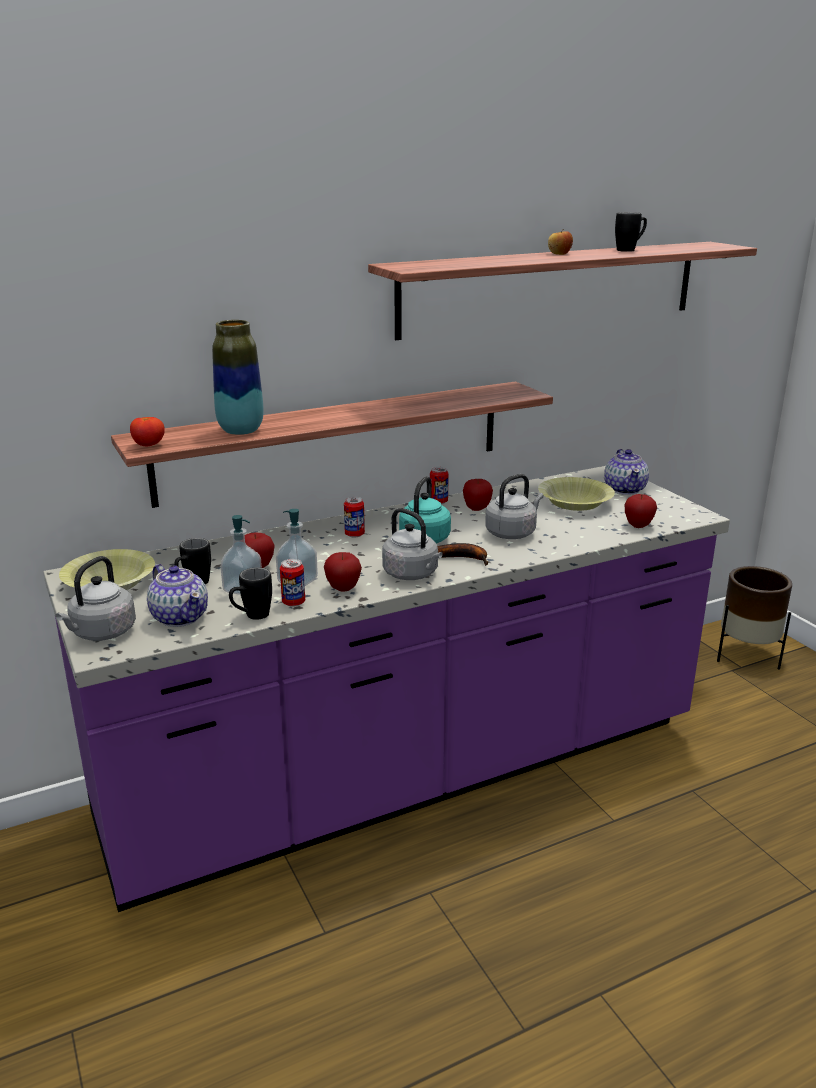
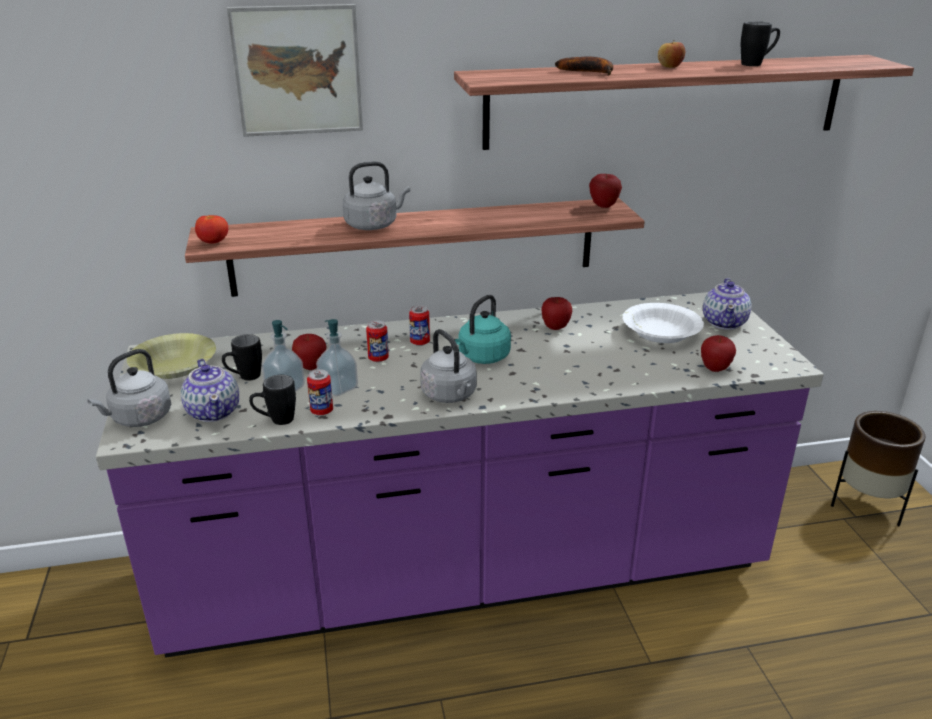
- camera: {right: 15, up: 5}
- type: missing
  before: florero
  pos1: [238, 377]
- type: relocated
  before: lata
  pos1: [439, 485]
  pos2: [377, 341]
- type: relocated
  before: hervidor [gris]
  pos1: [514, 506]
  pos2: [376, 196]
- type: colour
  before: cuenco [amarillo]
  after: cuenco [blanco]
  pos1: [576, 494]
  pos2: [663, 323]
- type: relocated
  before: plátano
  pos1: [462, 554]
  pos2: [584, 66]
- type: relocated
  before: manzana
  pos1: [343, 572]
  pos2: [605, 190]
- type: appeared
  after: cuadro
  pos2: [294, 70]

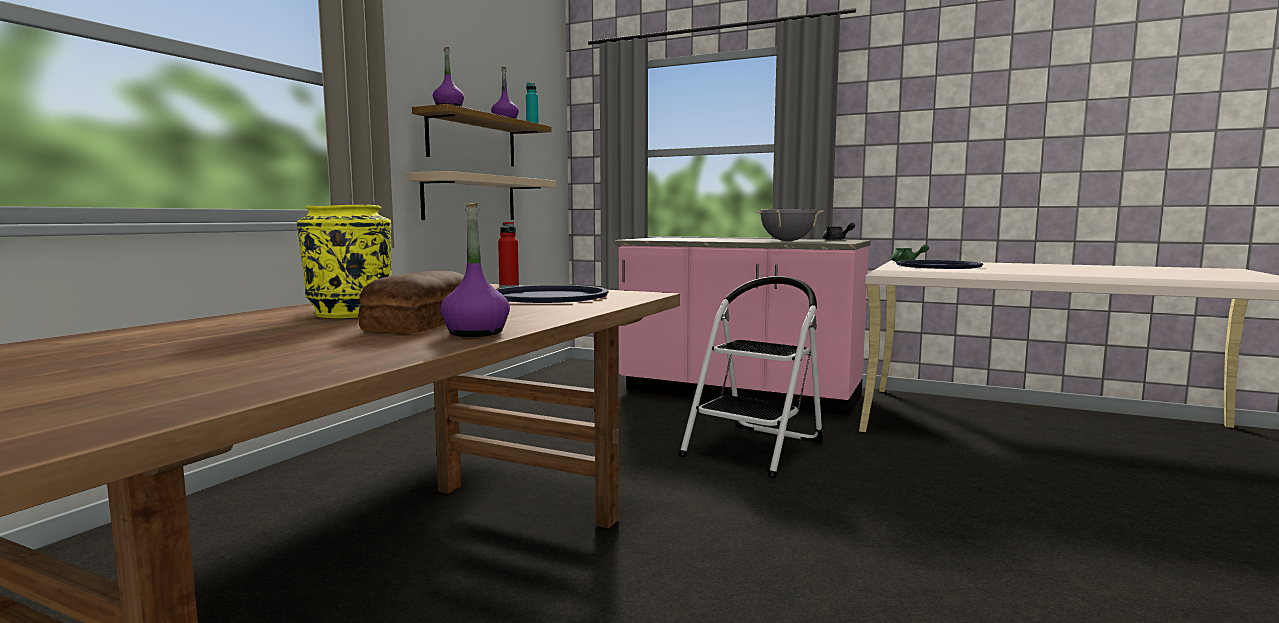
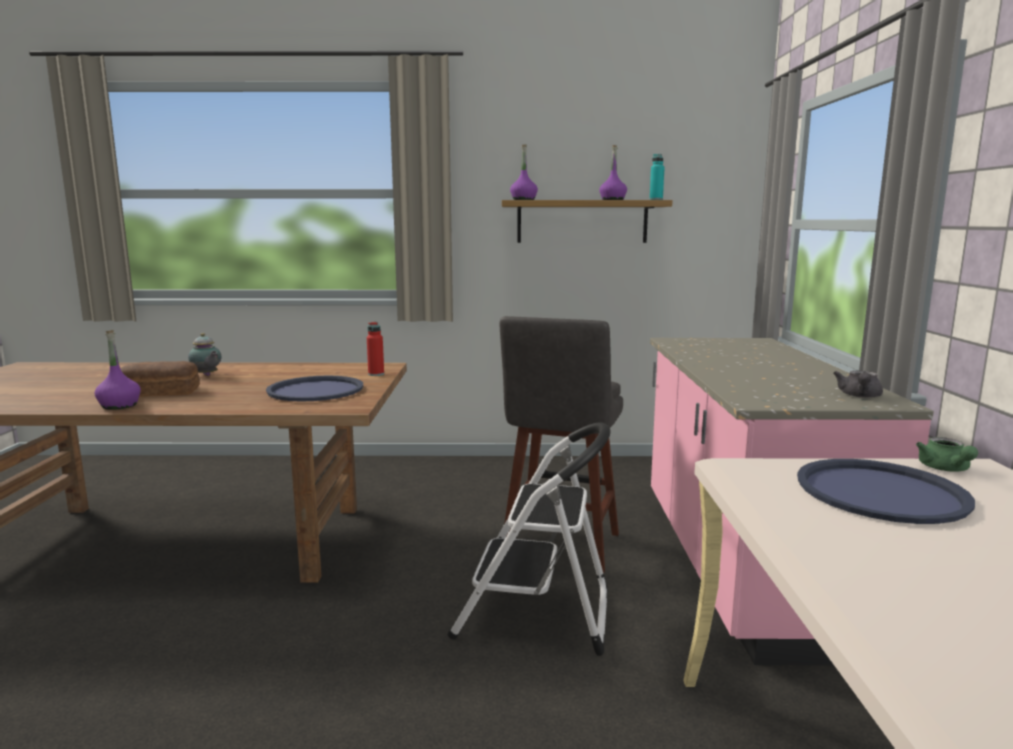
- camera: {right: 65, up: 5}
- type: missing
  before: estante [beis]
  pos1: [481, 195]
- type: exchanged
  before: florero [amarillo]
  after: tetera
  pos1: [344, 261]
  pos2: [205, 354]
- type: missing
  before: olla [gris]
  pos1: [789, 225]
- type: appeared
  after: taburete [gris]
  pos2: [561, 444]

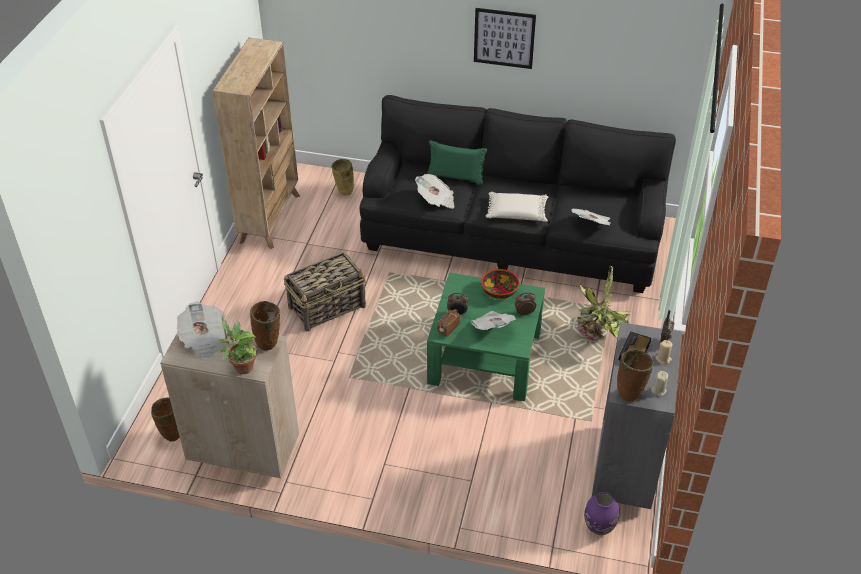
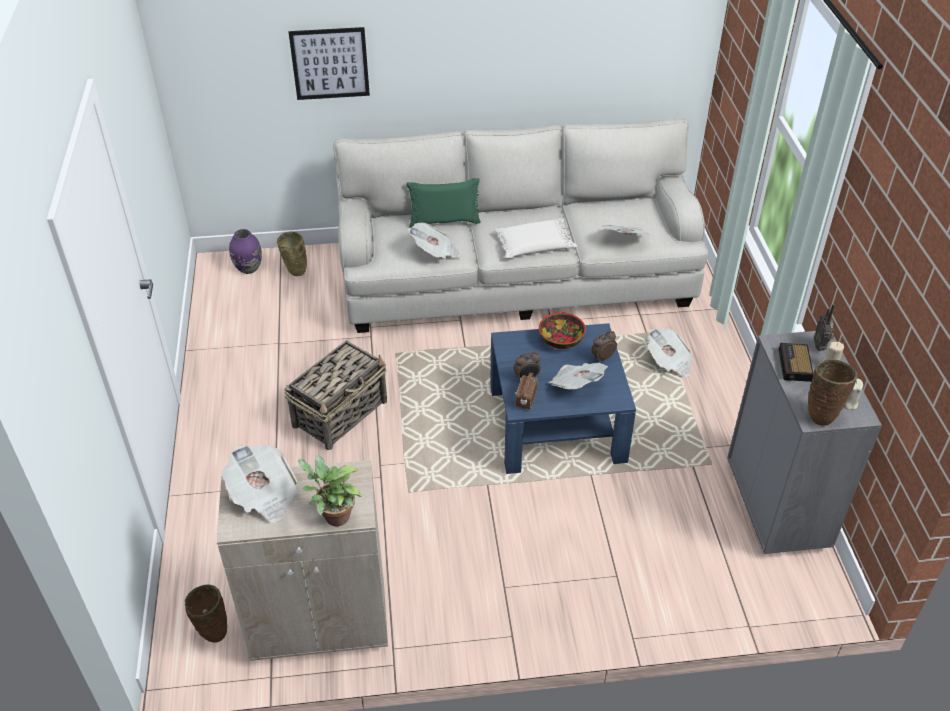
- camera: {right: -20, up: 0}
- type: relocated
  before: cuadro
  pos1: [505, 38]
  pos2: [329, 63]
- type: missing
  before: estantería [beis]
  pos1: [256, 143]
- type: colour
  before: sofá [negro]
  after: sofá [blanco]
  pos1: [518, 194]
  pos2: [520, 225]
- type: exchanged
  before: planta en maceta
  after: periódico
  pos1: [604, 303]
  pos2: [671, 352]
- type: colour
  before: mesa de centro [verde]
  after: mesa de centro [azul]
  pos1: [486, 337]
  pos2: [563, 398]
- type: missing
  before: florero [marrón]
  pos1: [265, 326]
- type: relocated
  before: florero [morado]
  pos1: [602, 513]
  pos2: [245, 251]

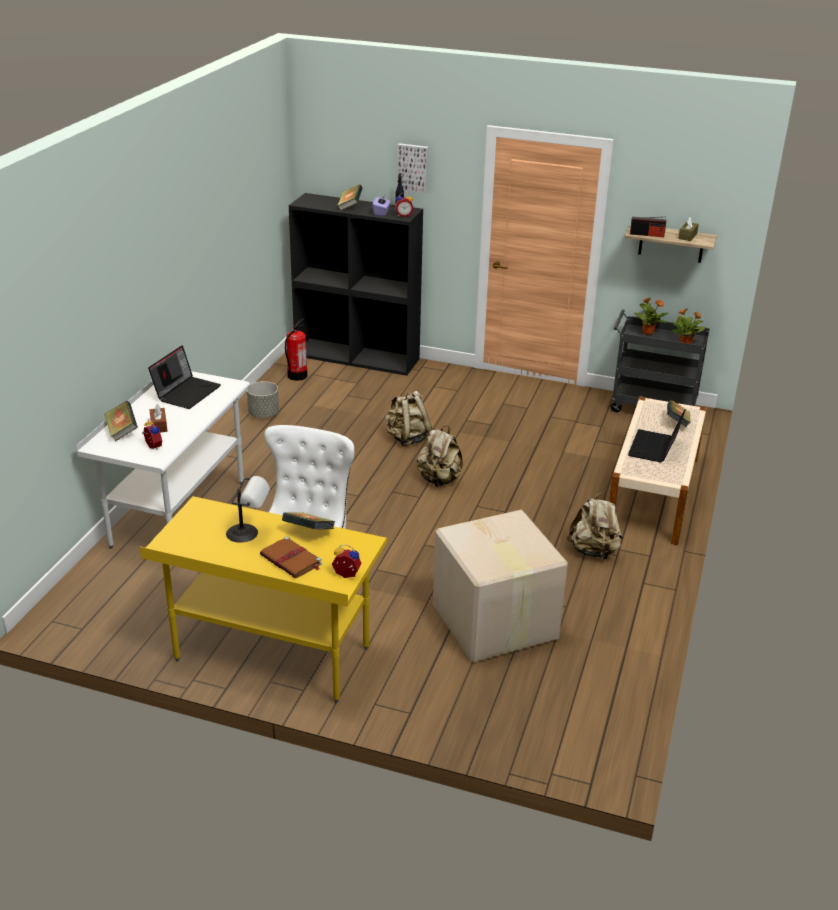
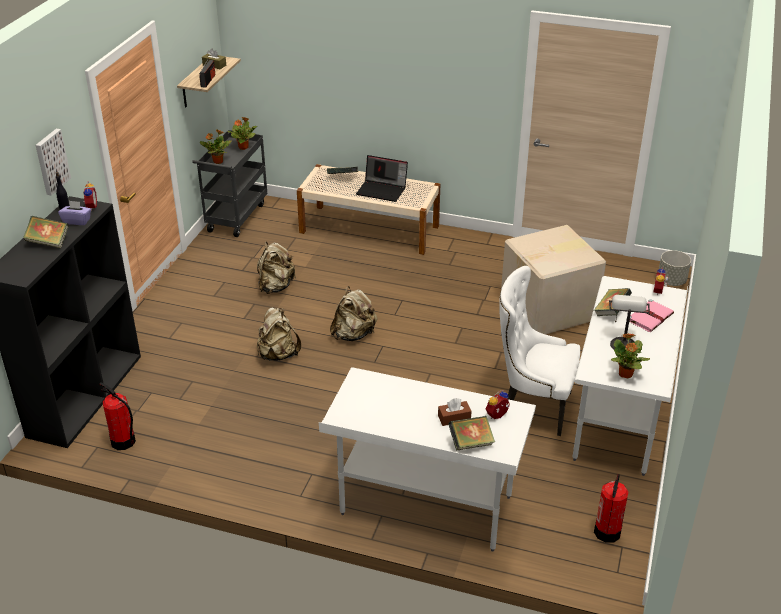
- camera: {right: -90, up: 5}
- type: missing
  before: portátil
  pos1: [184, 377]
- type: relocated
  before: maceta [gris]
  pos1: [263, 399]
  pos2: [674, 268]
- type: relocated
  before: mochila [beis]
  pos1: [595, 526]
  pos2: [276, 267]
- type: colour
  before: escritorio [amarillo]
  after: escritorio [blanco]
  pos1: [263, 599]
  pos2: [630, 376]
- type: colour
  before: libro [marrón]
  after: libro [rosa]
  pos1: [291, 557]
  pos2: [651, 315]
- type: appeared
  after: planta en maceta
  pos2: [630, 355]
- type: appeared
  after: extintor
  pos2: [611, 508]

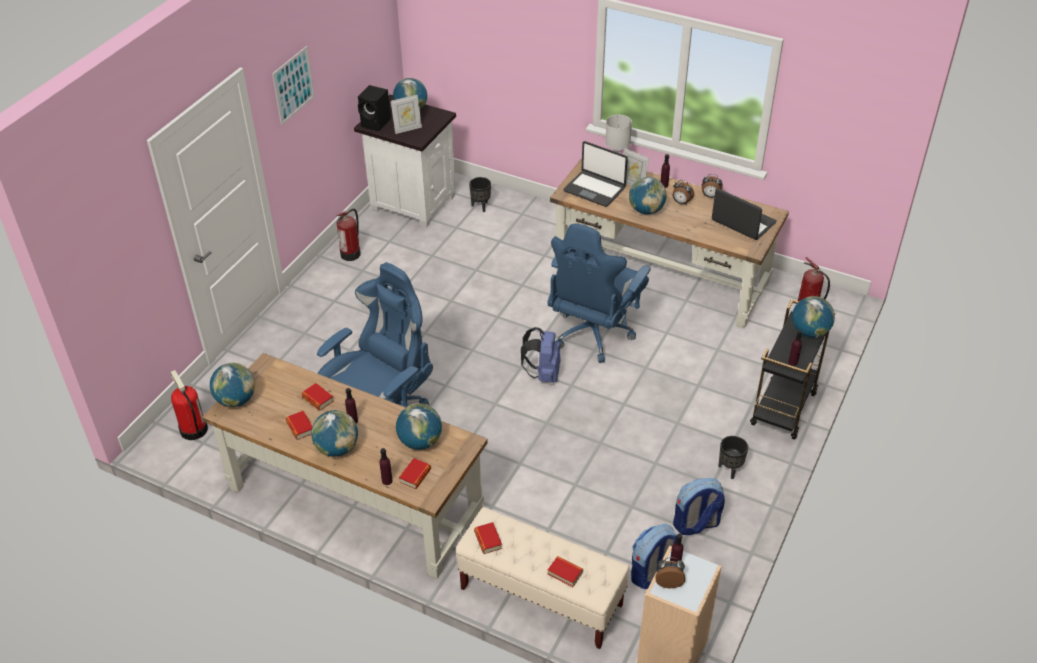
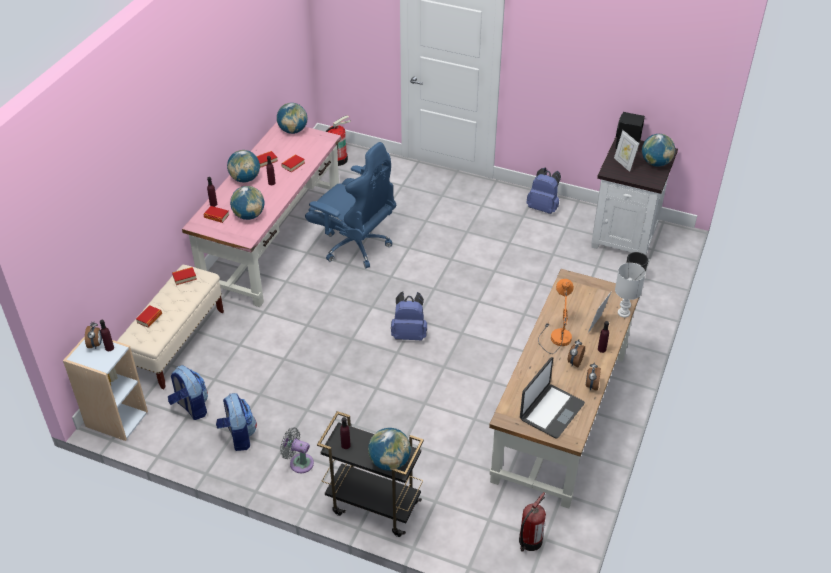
- camera: {right: 85, up: 0}
- type: missing
  before: cuadro
  pos1: [293, 85]
- type: missing
  before: portátil
  pos1: [596, 174]
- type: exchanged
  before: globo terráqueo
  after: lámpara de mesa [naranja]
  pos1: [647, 195]
  pos2: [556, 316]
- type: exchanged
  before: extintor
  after: mochila [azul]
  pos1: [348, 235]
  pos2: [543, 191]
- type: missing
  before: silla de oficina [azul]
  pos1: [599, 293]
- type: colour
  before: escritorio [marrón]
  after: escritorio [rosa]
  pos1: [345, 466]
  pos2: [261, 214]
- type: exchanged
  before: maceta [negro]
  after: ventilador [gris]
  pos1: [733, 457]
  pos2: [297, 450]

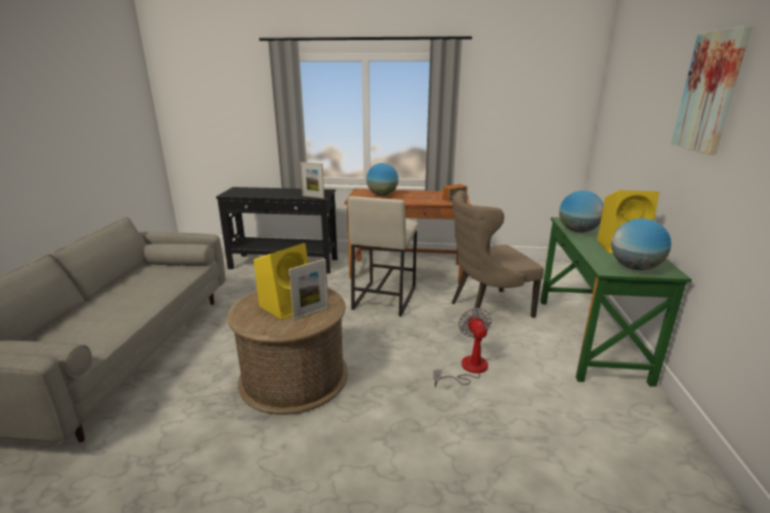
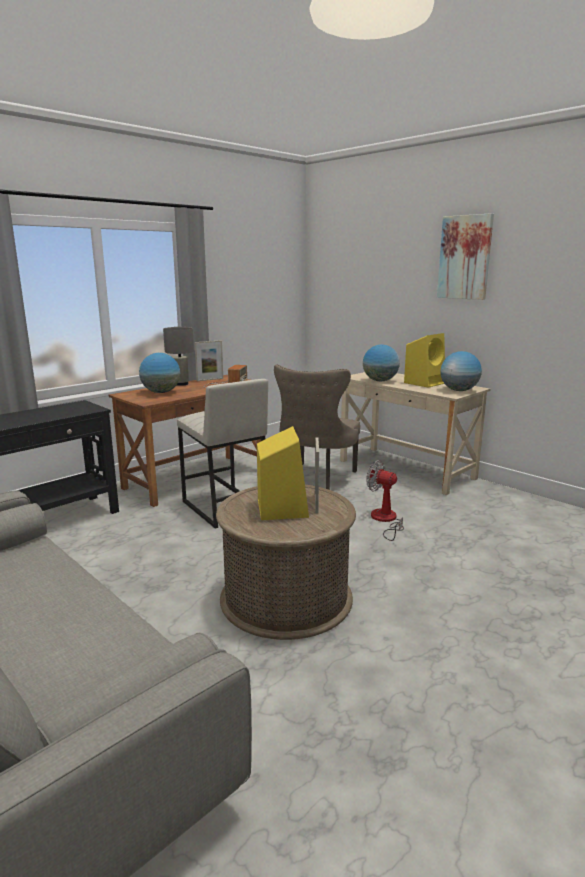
- camera: {right: -50, up: -5}
- type: relocated
  before: portarretratos
  pos1: [312, 180]
  pos2: [208, 360]
- type: colour
  before: escritorio [verde]
  after: escritorio [beis]
  pos1: [616, 302]
  pos2: [415, 433]
- type: appeared
  after: lámpara de mesa [gris]
  pos2: [178, 356]

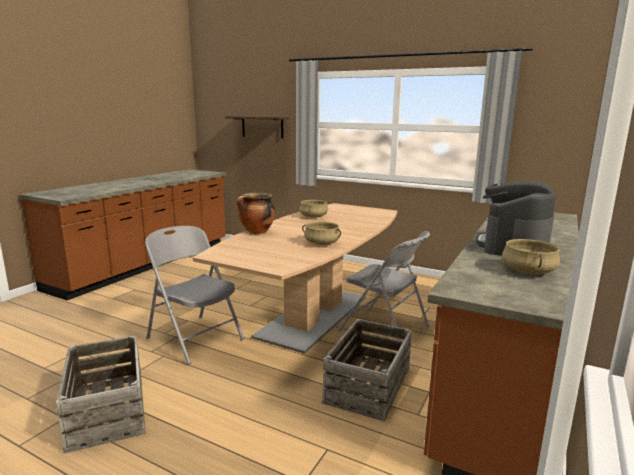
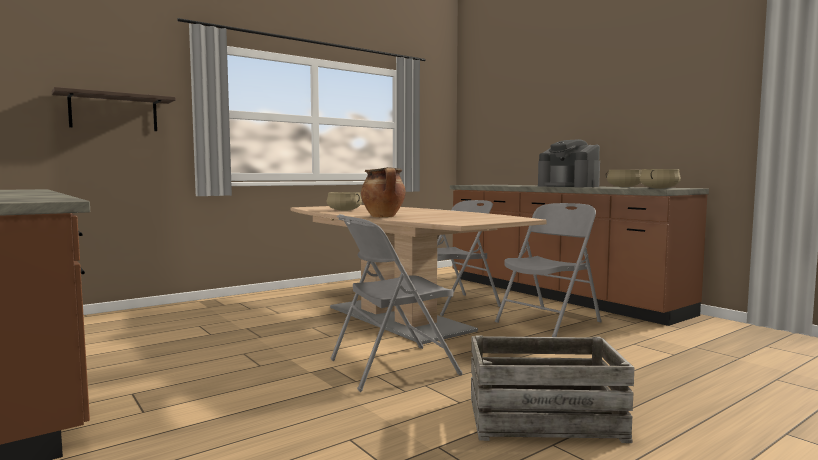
- camera: {right: -65, up: -10}
- type: relocated
  before: olla [beis]
  pos1: [321, 233]
  pos2: [660, 179]
- type: exchanged
  before: caja de embalaje
  after: silla [gris]
  pos1: [367, 370]
  pos2: [548, 270]

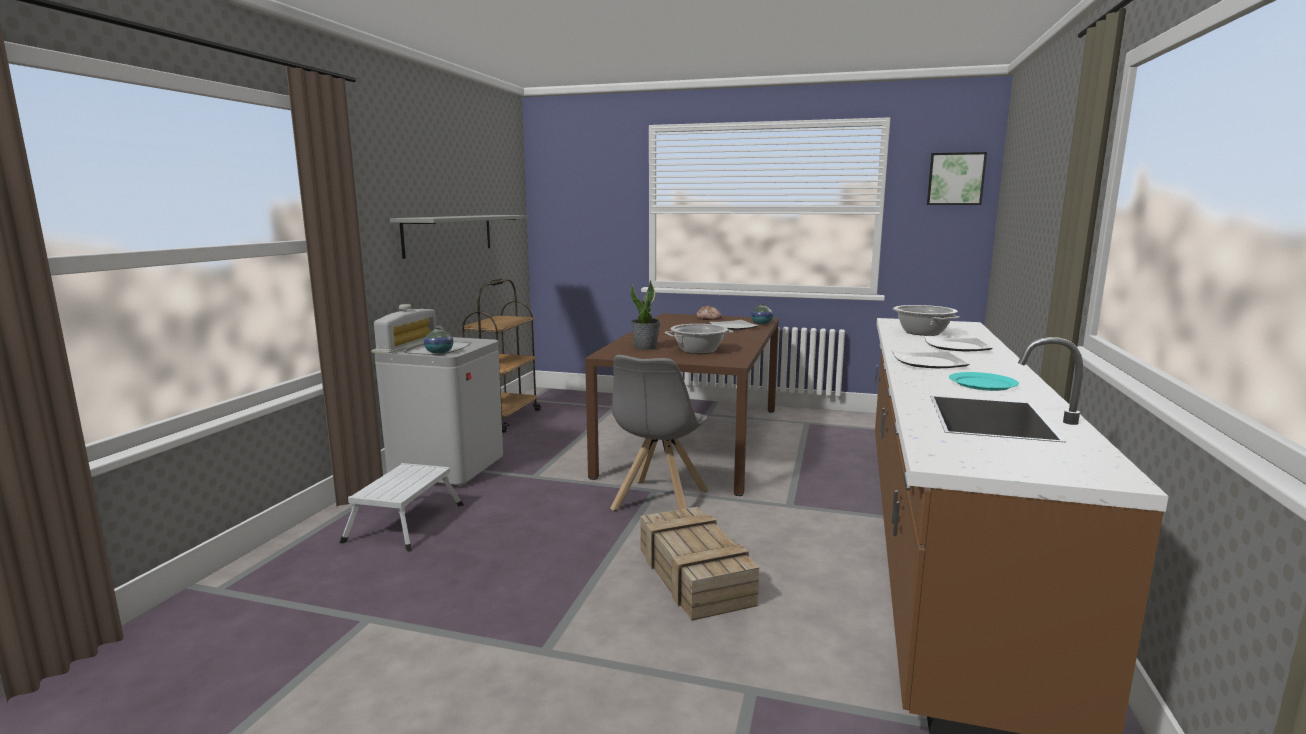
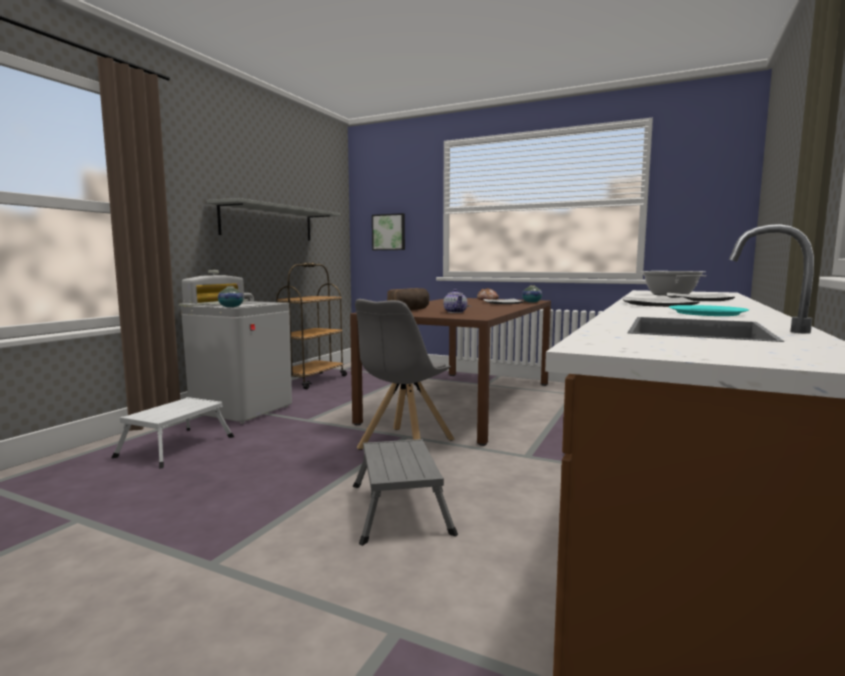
- camera: {right: 10, up: -5}
- type: relocated
  before: cuadro
  pos1: [957, 178]
  pos2: [388, 231]
- type: exchanged
  before: planta en maceta
  after: pan
  pos1: [646, 315]
  pos2: [408, 299]
- type: exchanged
  before: olla
  after: tetera
  pos1: [699, 339]
  pos2: [455, 301]
- type: exchanged
  before: caja de embalaje
  after: escalera de tijera [gris]
  pos1: [699, 564]
  pos2: [405, 492]

